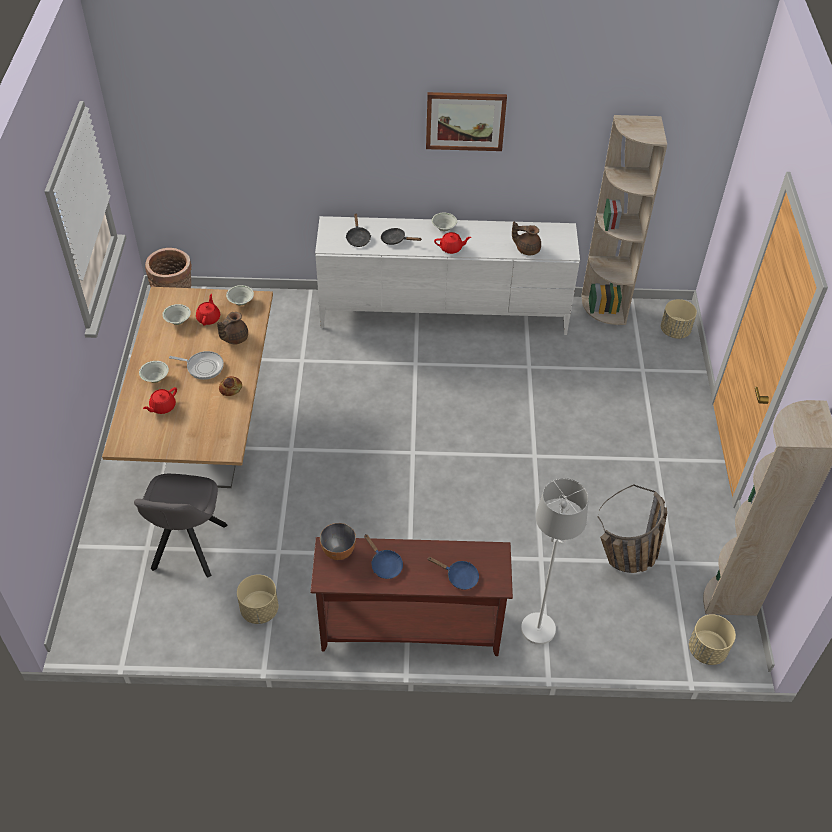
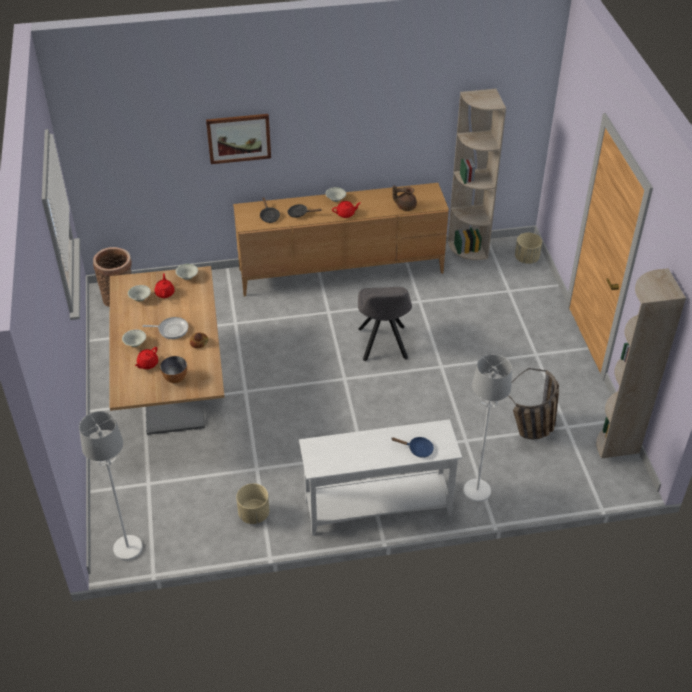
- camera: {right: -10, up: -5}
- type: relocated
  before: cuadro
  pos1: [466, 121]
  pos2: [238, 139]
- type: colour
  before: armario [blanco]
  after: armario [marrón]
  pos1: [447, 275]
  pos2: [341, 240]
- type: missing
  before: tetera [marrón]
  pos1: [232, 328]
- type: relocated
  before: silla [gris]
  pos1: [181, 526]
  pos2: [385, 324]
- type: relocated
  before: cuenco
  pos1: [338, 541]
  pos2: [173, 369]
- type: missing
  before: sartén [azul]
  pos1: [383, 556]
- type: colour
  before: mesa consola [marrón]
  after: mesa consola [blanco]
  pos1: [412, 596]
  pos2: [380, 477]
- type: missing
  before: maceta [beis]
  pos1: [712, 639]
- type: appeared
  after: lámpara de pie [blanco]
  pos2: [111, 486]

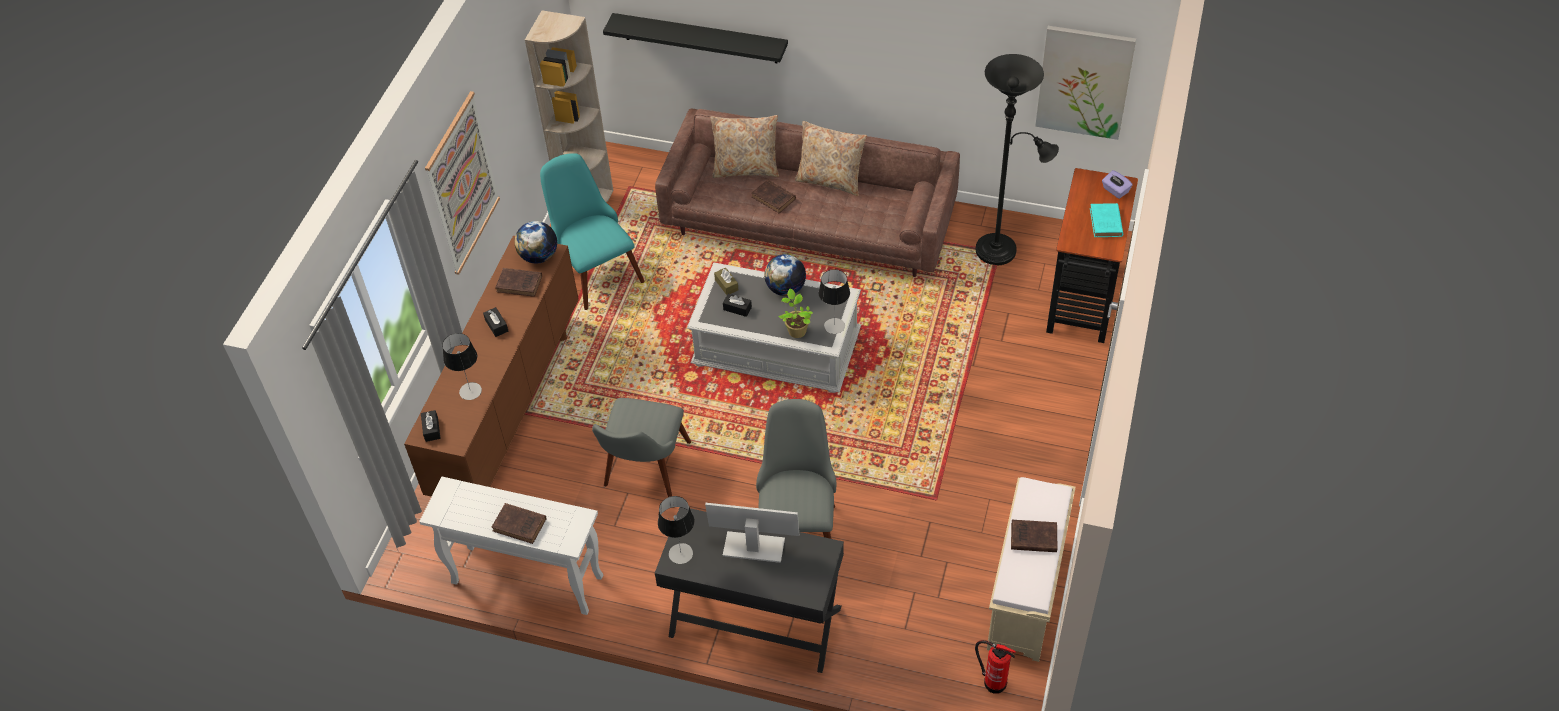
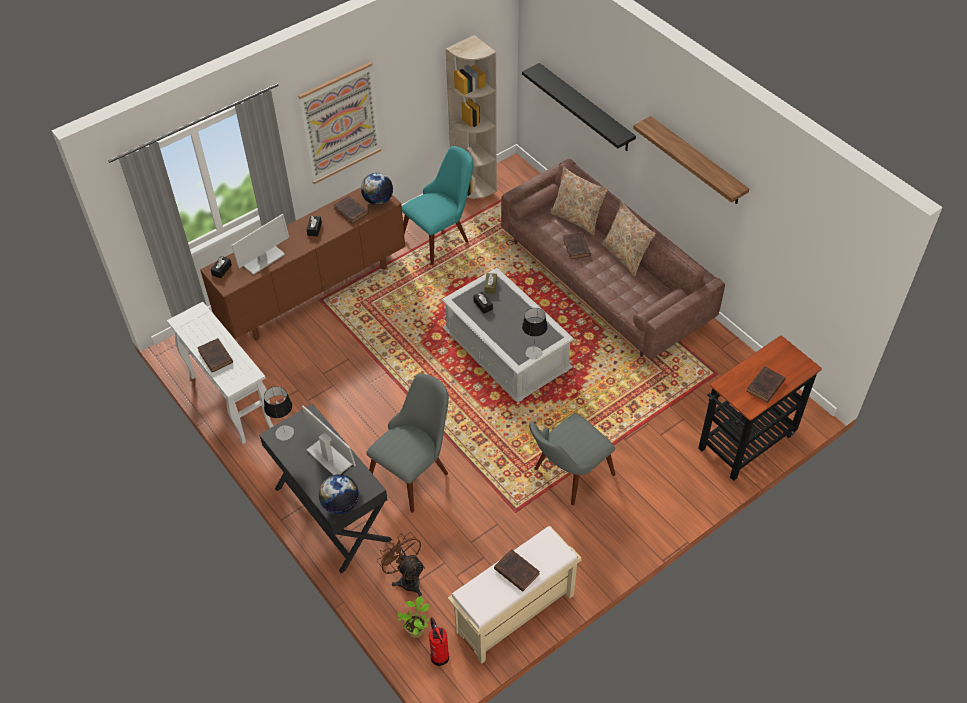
- camera: {right: 35, up: 0}
- type: missing
  before: cuadro
  pos1: [1085, 83]
- type: missing
  before: lámpara de pie [negro]
  pos1: [1017, 159]
- type: spun
  before: silla [turquesa]
  pos1: [592, 231]
  pos2: [437, 205]
  turn: 45
- type: missing
  before: caja de pañuelos [morado]
  pos1: [1117, 184]
- type: colour
  before: libro [turquesa]
  after: libro [marrón]
  pos1: [1106, 220]
  pos2: [766, 384]
- type: relocated
  before: globo terráqueo
  pos1: [785, 275]
  pos2: [339, 494]
- type: relocated
  before: planta en maceta
  pos1: [795, 313]
  pos2: [413, 617]
- type: exchanged
  before: lámpara de mesa
  after: monitor
  pos1: [462, 366]
  pos2: [260, 244]
- type: relocated
  before: silla [gris]
  pos1: [641, 447]
  pos2: [572, 459]
- type: appeared
  after: estante
  pos2: [691, 160]
- type: appeared
  after: ventilador [marrón]
  pos2: [401, 564]

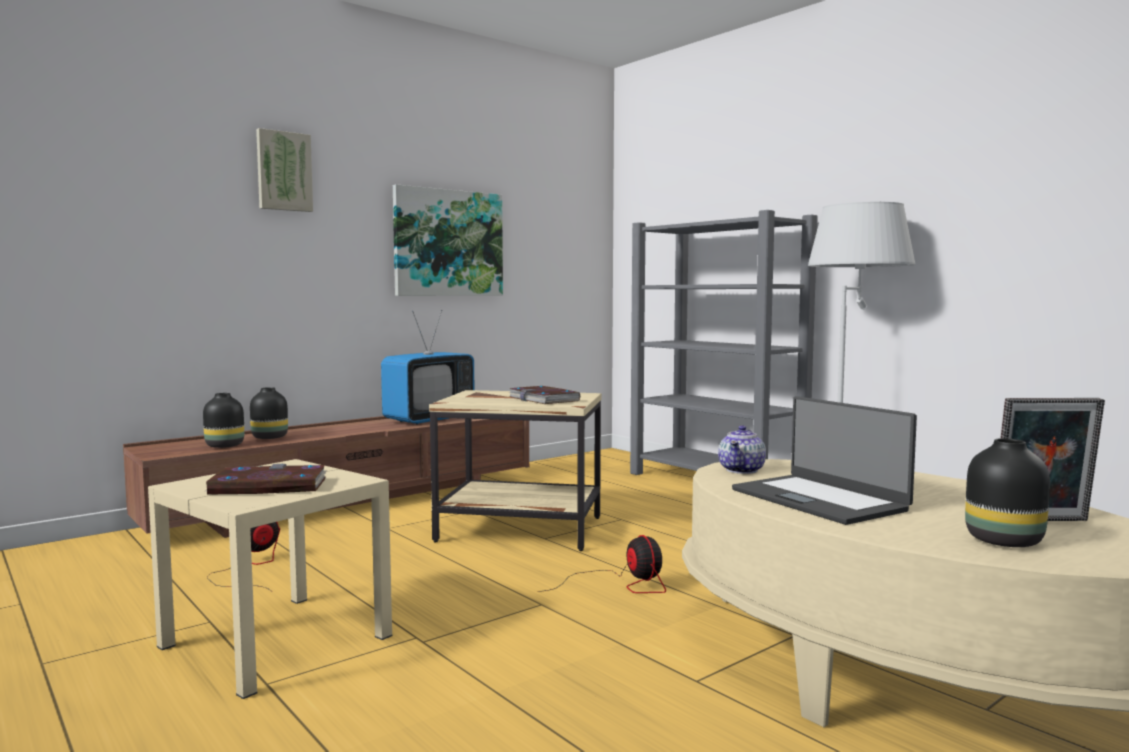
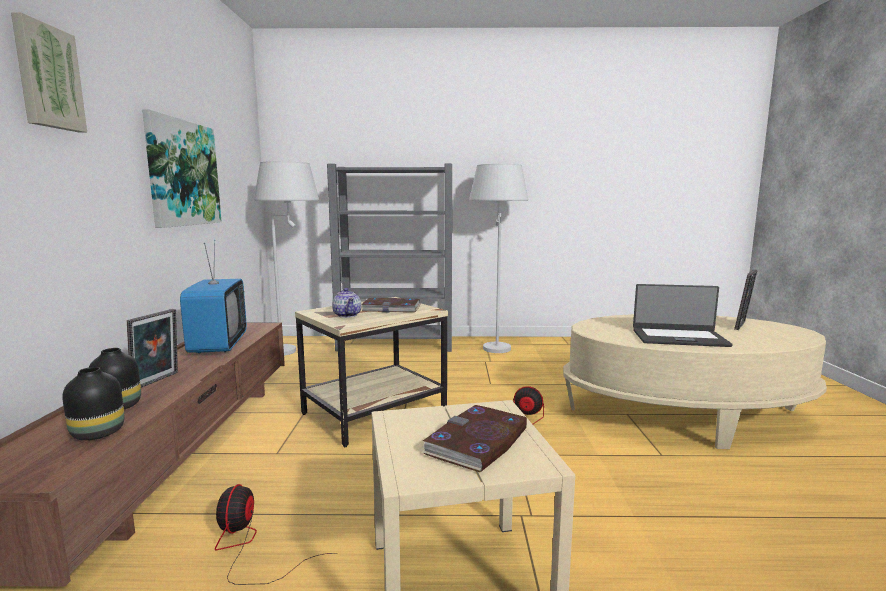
- camera: {right: -50, up: 5}
- type: relocated
  before: tetera
  pos1: [742, 449]
  pos2: [346, 303]
- type: missing
  before: florero [negro]
  pos1: [1007, 492]
- type: appeared
  after: lámpara de pie [blanco]
  pos2: [286, 258]
- type: appeared
  after: portarretratos
  pos2: [152, 348]

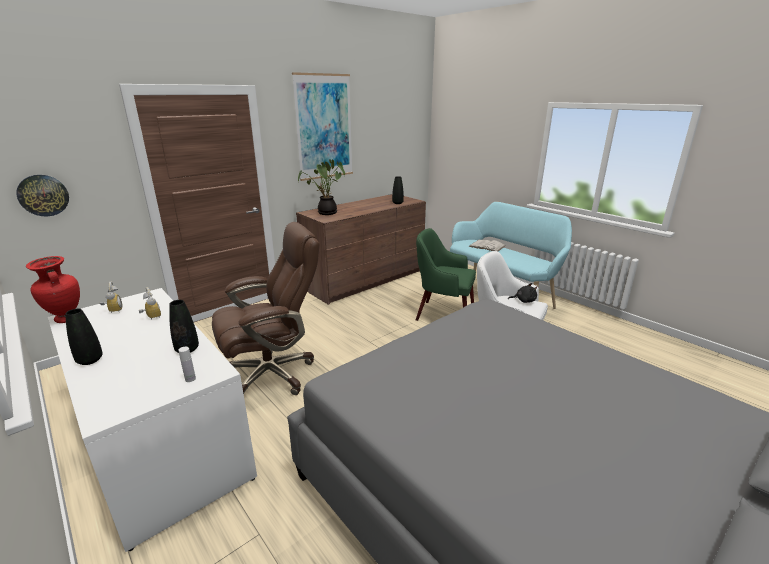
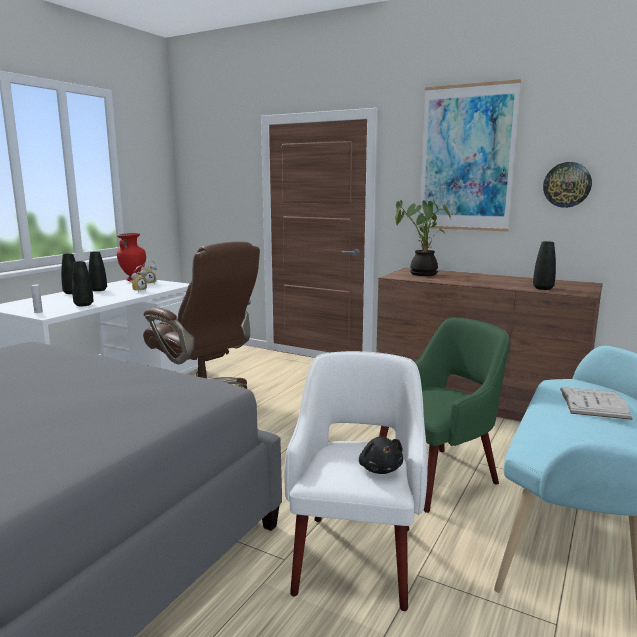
- camera: {right: 70, up: -10}
- type: relocated
  before: reloj de pared
  pos1: [42, 195]
  pos2: [567, 185]
- type: spun
  before: sillón [verde]
  pos1: [446, 274]
  pos2: [444, 415]
  turn: 60
- type: appeared
  after: florero [negro]
  pos2: [98, 271]

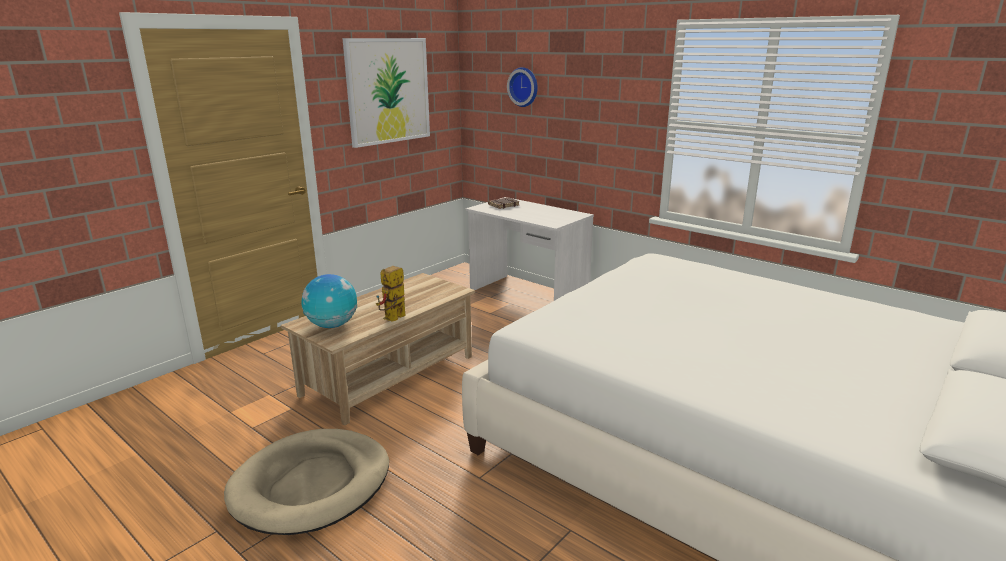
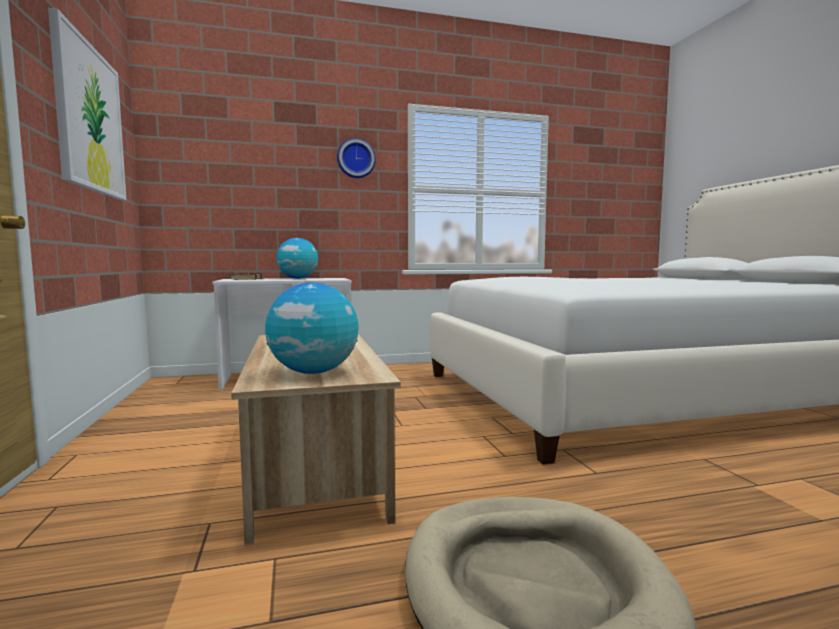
- camera: {right: -55, up: -15}
- type: relocated
  before: reloj de pared
  pos1: [522, 87]
  pos2: [356, 158]
- type: missing
  before: robot de juguete
  pos1: [391, 294]
- type: appeared
  after: globo terráqueo
  pos2: [297, 258]

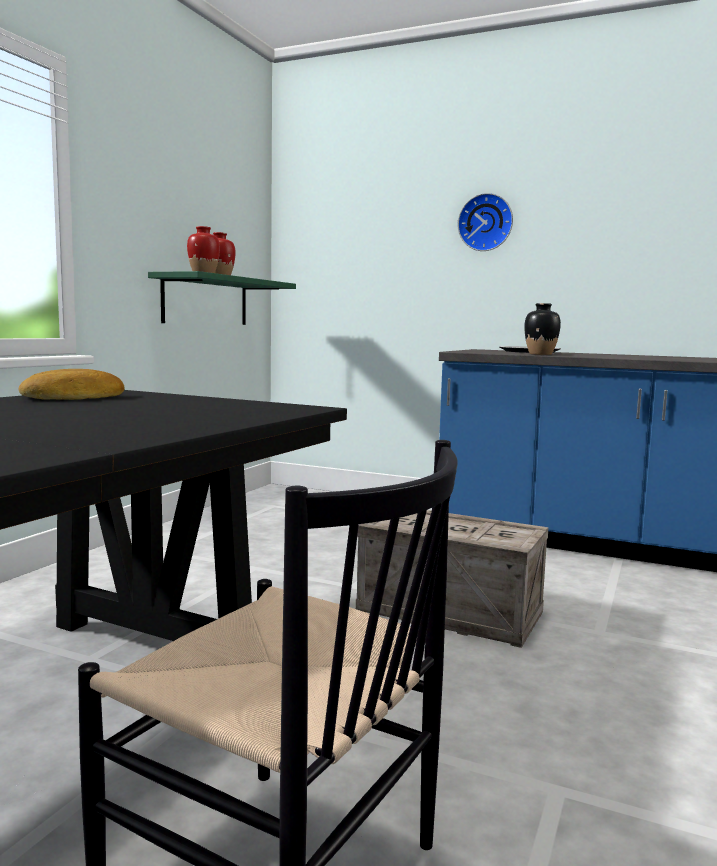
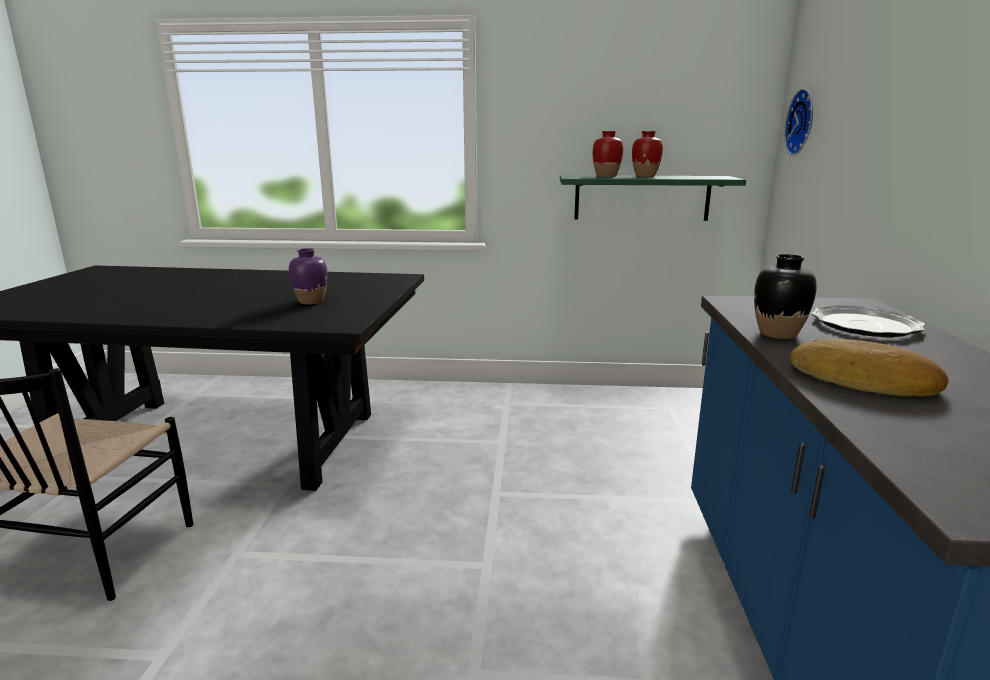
- camera: {right: 70, up: 10}
- type: relocated
  before: reloj de pared
  pos1: [485, 222]
  pos2: [798, 122]
- type: relocated
  before: pan
  pos1: [71, 384]
  pos2: [869, 368]
- type: missing
  before: caja de embalaje
  pos1: [452, 579]
- type: appeared
  after: florero [morado]
  pos2: [308, 276]

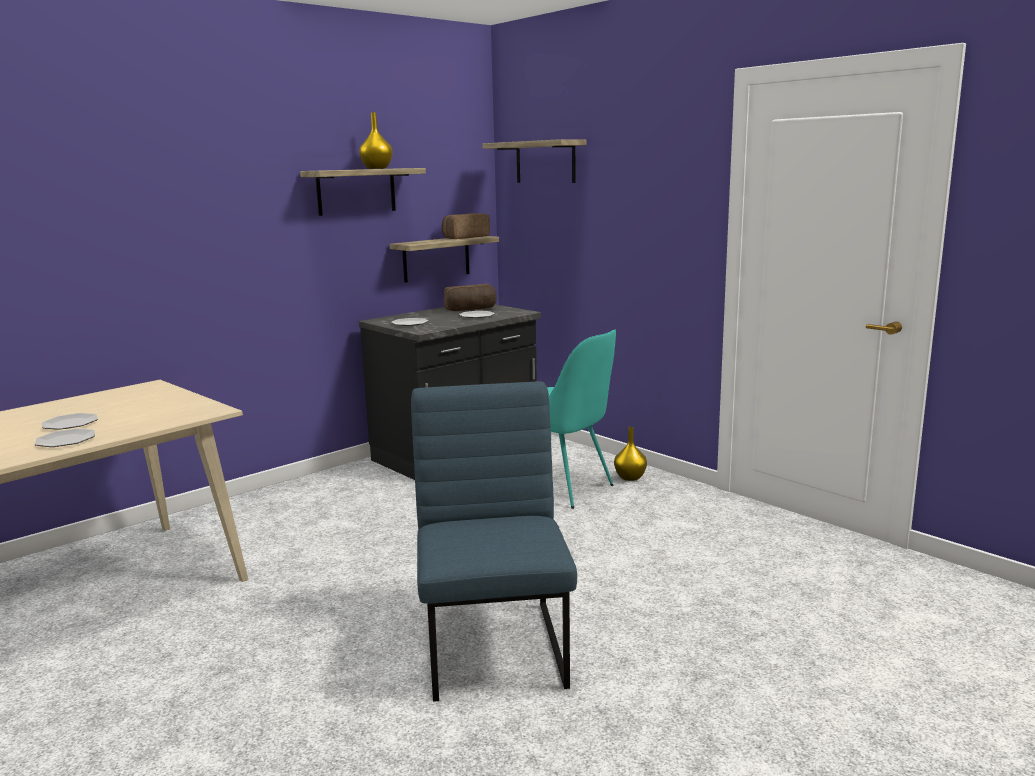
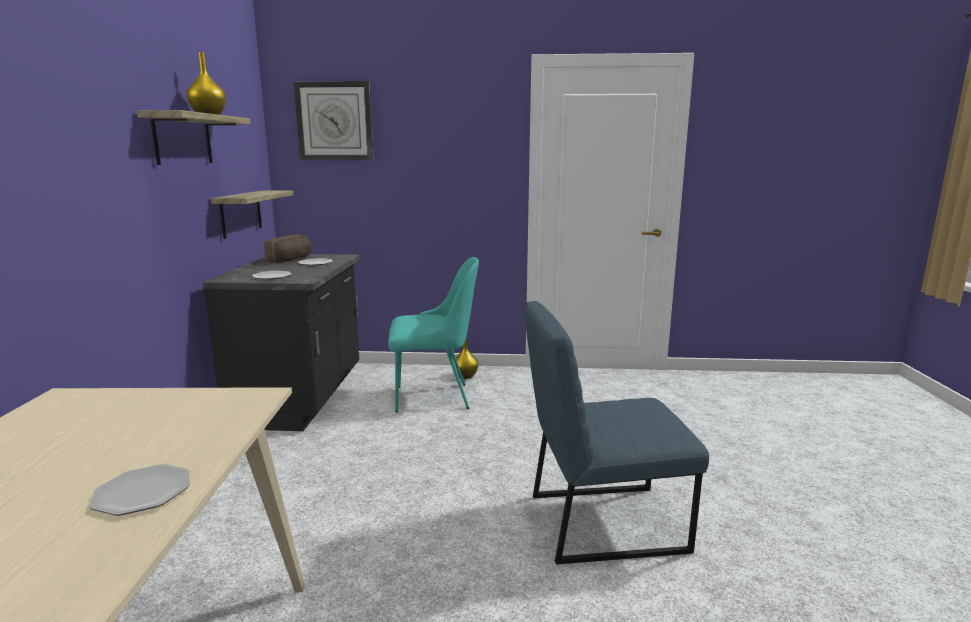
- camera: {right: -45, up: 0}
- type: exchanged
  before: estante
  after: reloj de pared
  pos1: [534, 161]
  pos2: [334, 120]
- type: missing
  before: pan
  pos1: [466, 226]
- type: spun
  before: silla [azul]
  pos1: [494, 541]
  pos2: [616, 432]
  turn: -45
- type: missing
  before: plato
  pos1: [70, 421]

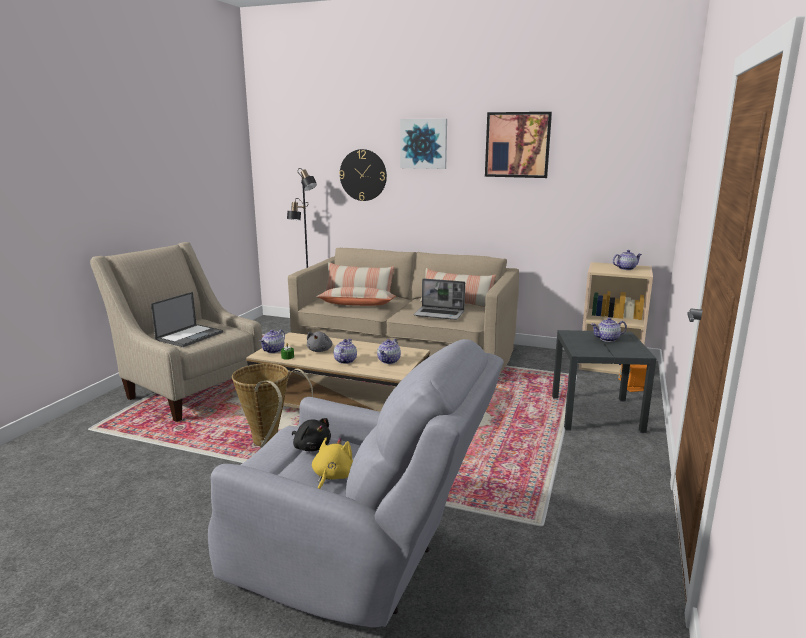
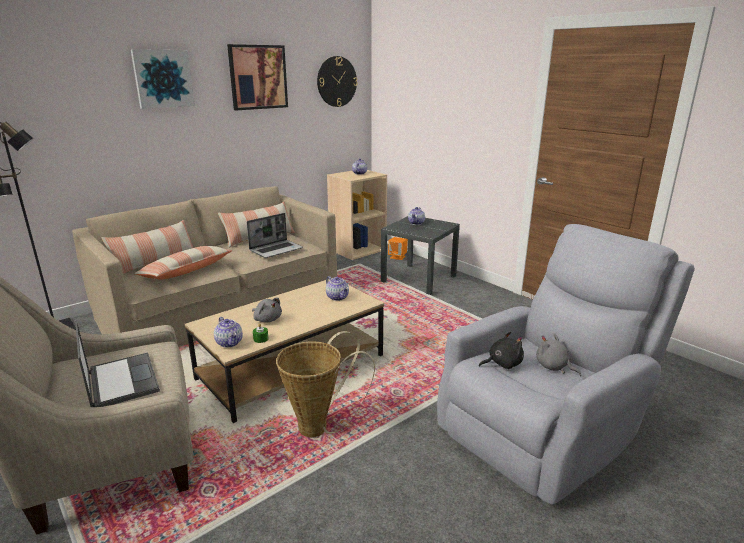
- camera: {right: -60, up: 5}
- type: relocated
  before: reloj de pared
  pos1: [363, 175]
  pos2: [337, 81]
- type: missing
  before: tetera
  pos1: [345, 351]
- type: colour
  before: peluche [amarillo]
  after: peluche [gris]
  pos1: [332, 463]
  pos2: [558, 354]

